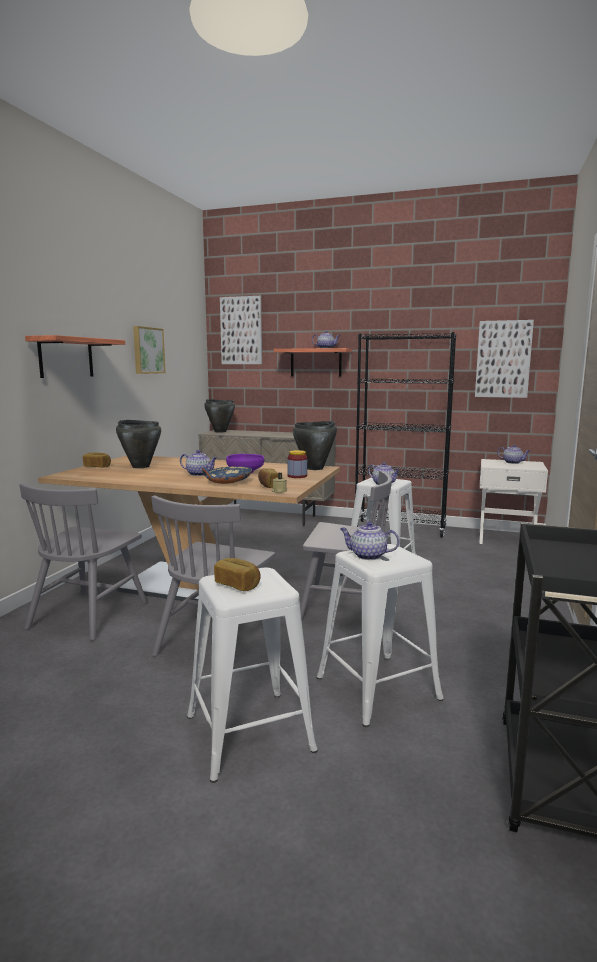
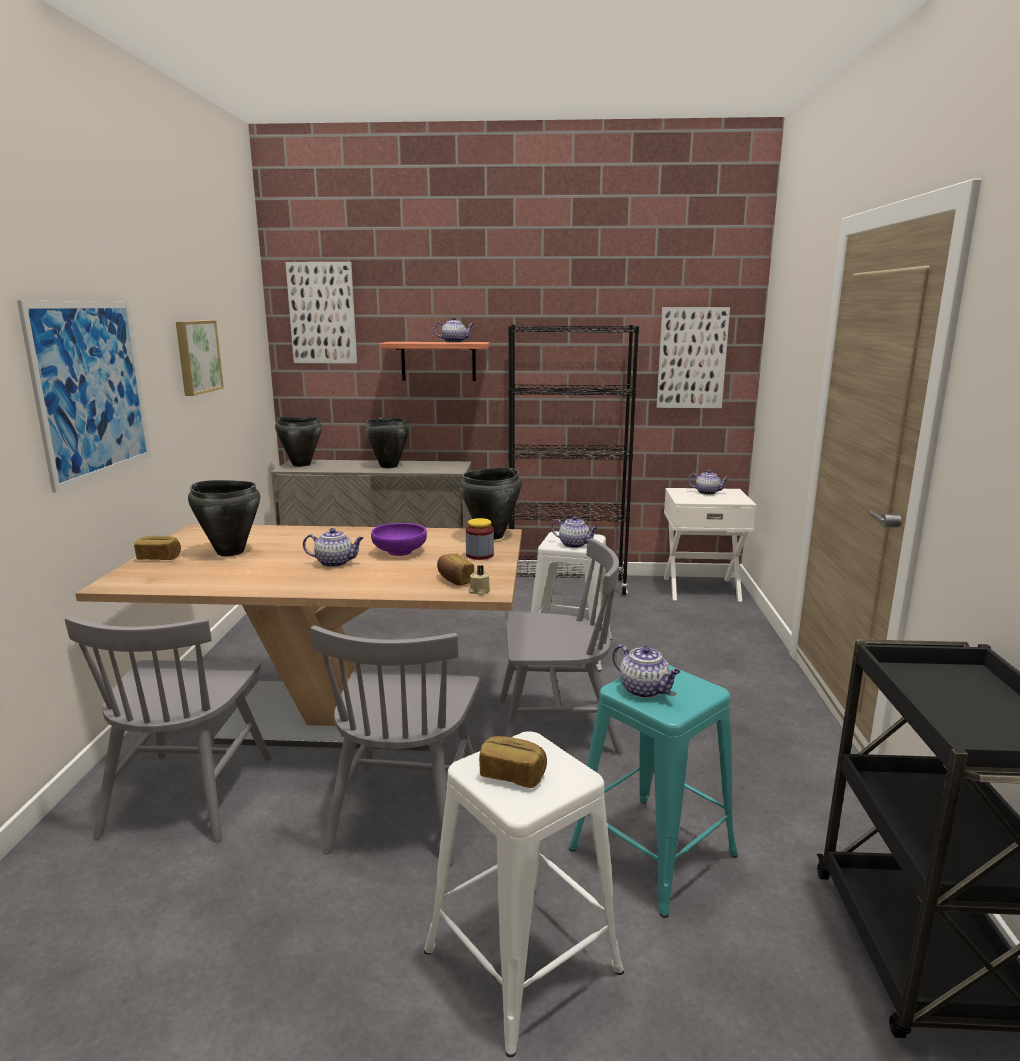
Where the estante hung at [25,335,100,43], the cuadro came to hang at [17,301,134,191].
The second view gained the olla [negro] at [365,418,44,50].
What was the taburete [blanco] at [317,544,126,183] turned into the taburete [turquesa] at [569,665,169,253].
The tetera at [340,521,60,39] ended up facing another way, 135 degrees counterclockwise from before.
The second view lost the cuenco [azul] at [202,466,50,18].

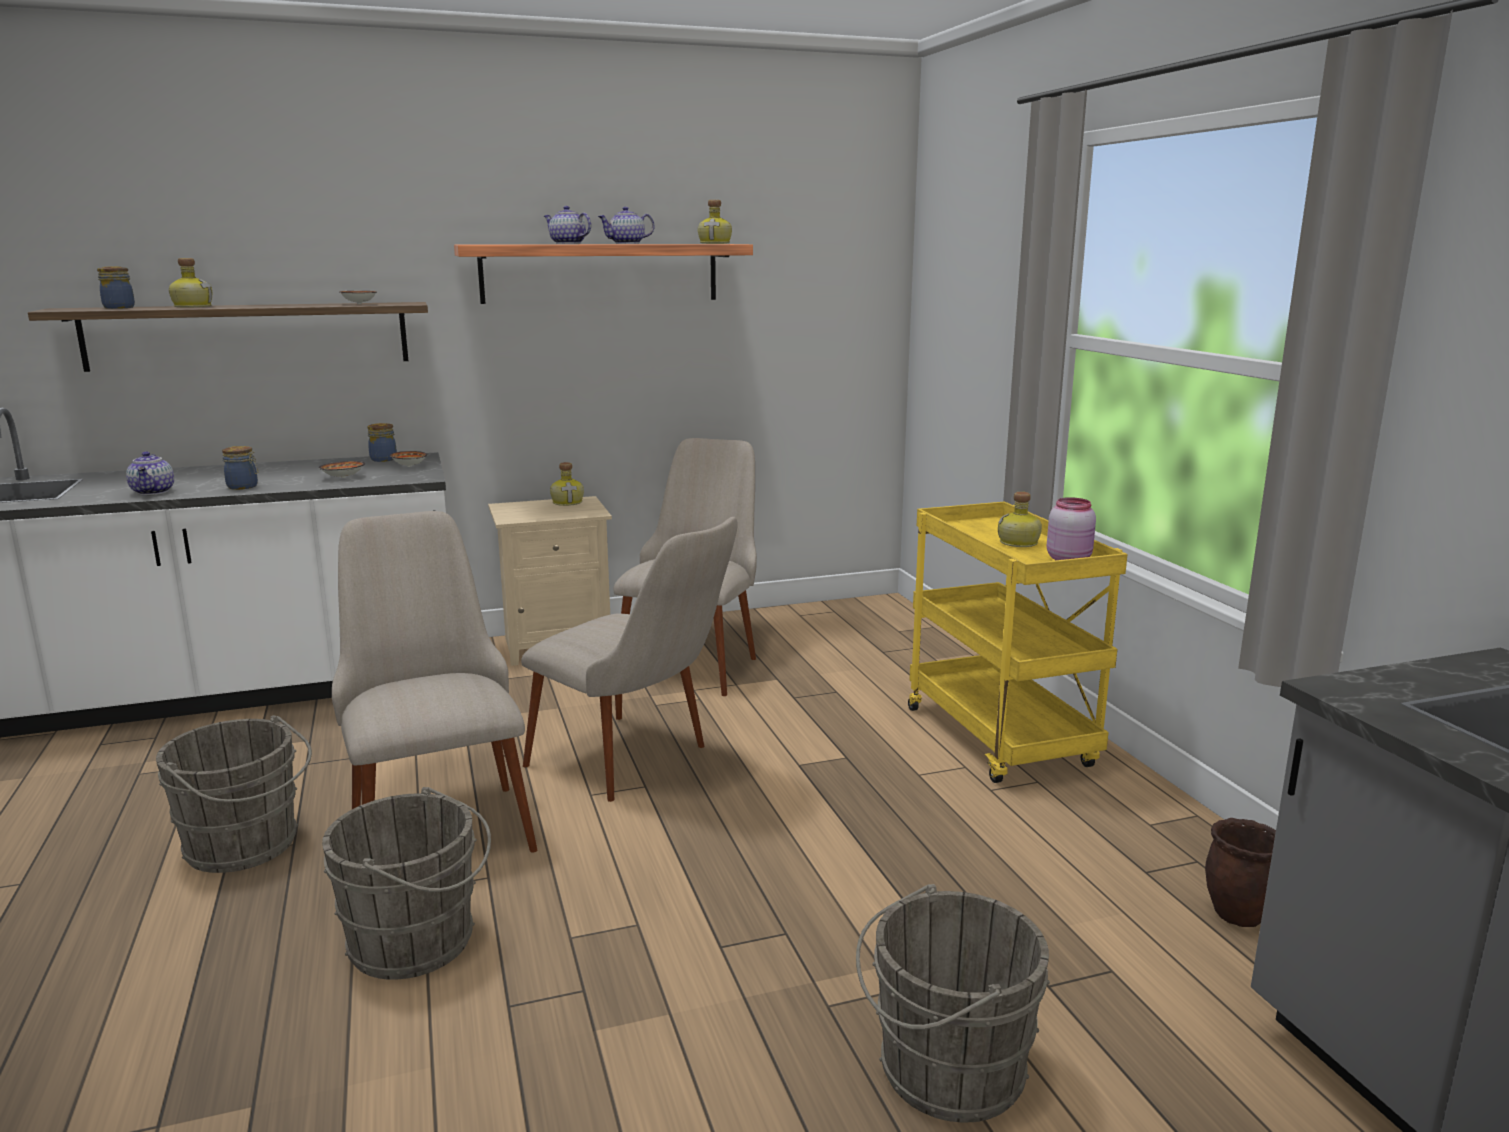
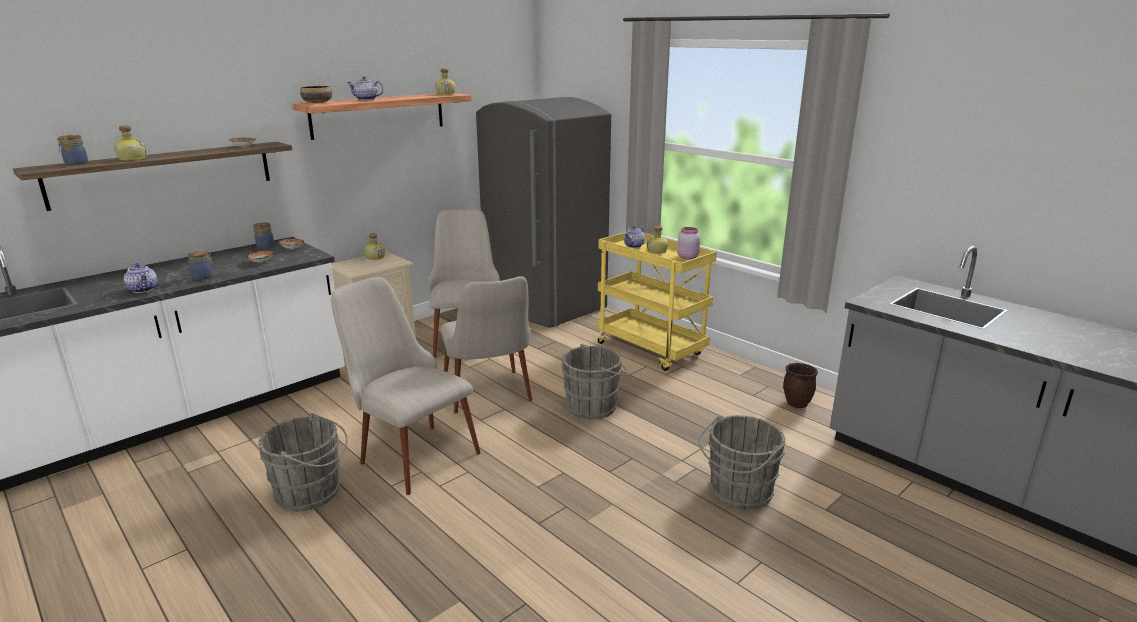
The second view gained the cuenco at [300,86,32,17].
The silla [beis] at [521,517,217,285] ended up facing another way, 60 degrees clockwise from before.
The second view gained the nevera [gris] at [476,97,135,231].
The cubo [gris] ended up elsewhere, having gone from [322,787,169,193] to [562,344,67,76].
The tetera ended up elsewhere, having gone from [597,207,57,37] to [624,226,21,22].

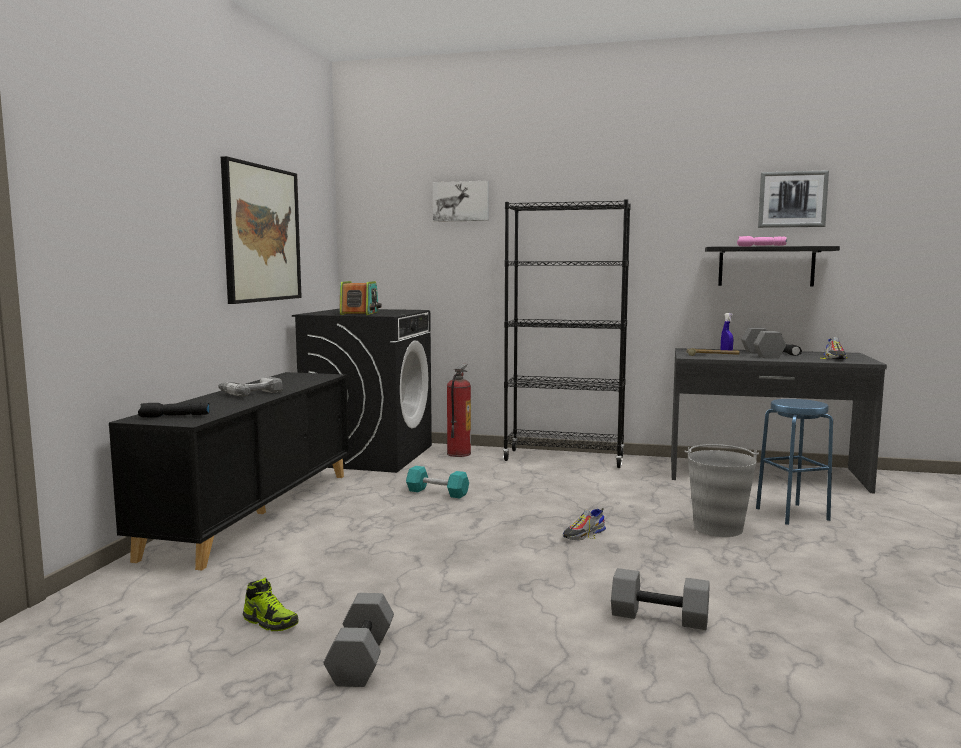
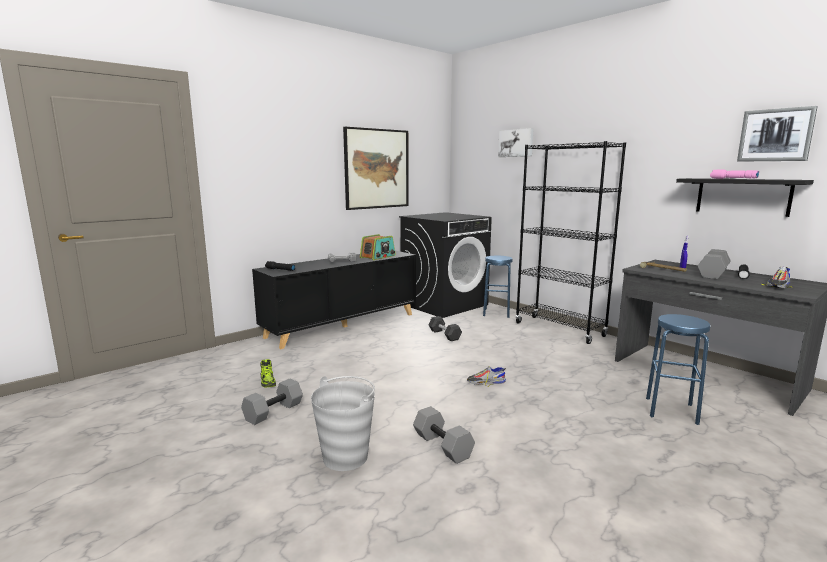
The cubo [gris] ended up elsewhere, having gone from [684,444,75,93] to [311,376,64,95].
The radio ended up elsewhere, having gone from [339,281,43,34] to [360,234,36,26].
What was the mancuerna [turquesa] at [406,466,63,33] turned into the mancuerna [negro] at [428,316,34,25].
Where the extintor stood at [447,364,24,93], the taburete [azul] came to stand at [483,256,30,62].

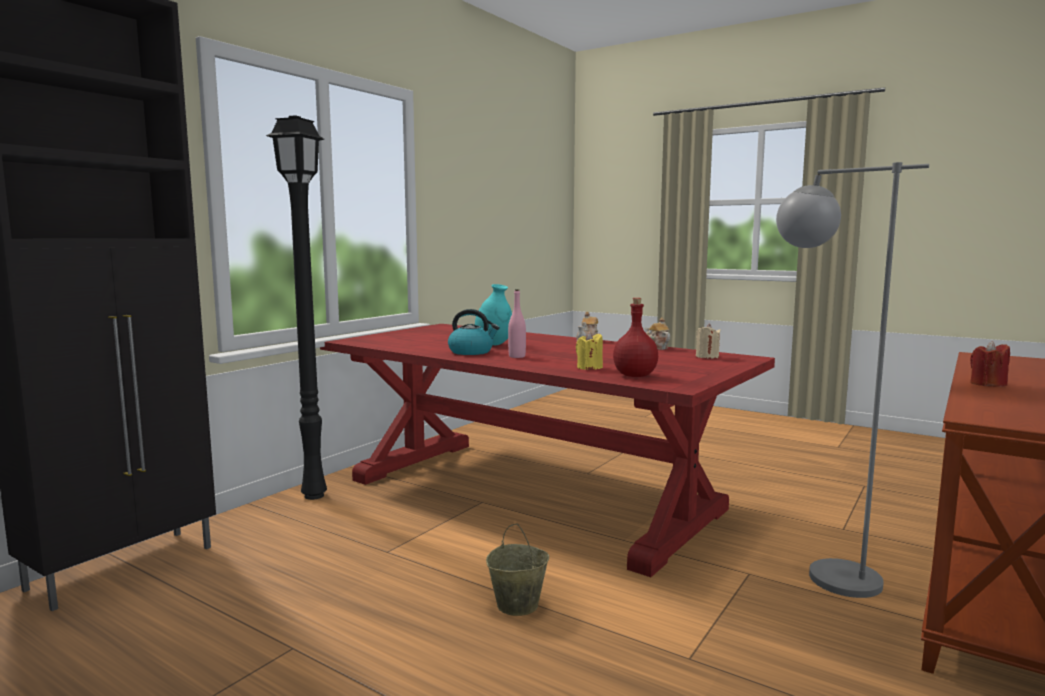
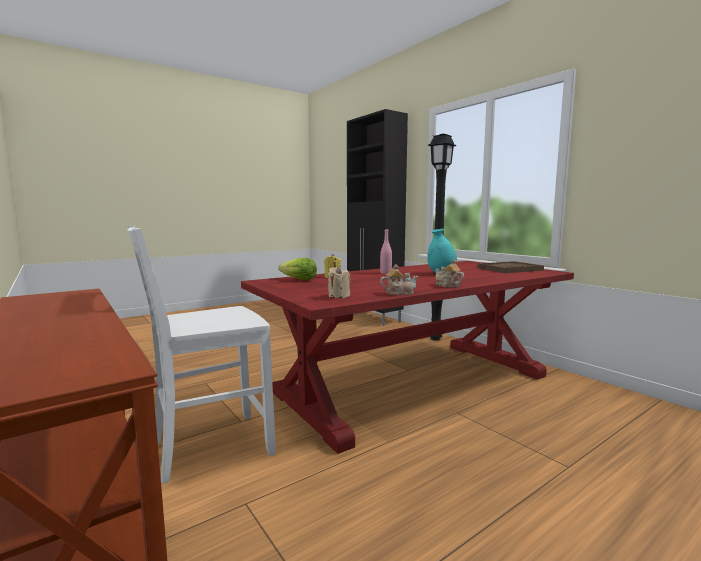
Where the lámpara de pie [gris] stood at [776,162,153,436], the silla [blanco] came to stand at [128,225,148,259].
Where the botella [rojo] stood at [613,298,45,79], the lechuga came to stand at [278,258,39,22].
The second view gained the bandeja [marrón] at [478,261,66,12].
The second view lost the hervidor at [448,309,52,46].
The second view lost the cubo [beis] at [486,524,63,92].
The second view lost the vela [rojo] at [970,341,40,46].

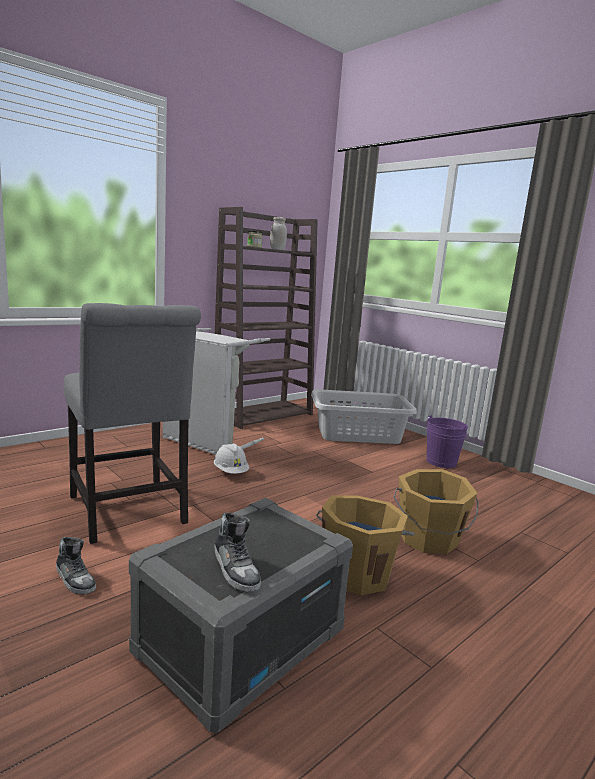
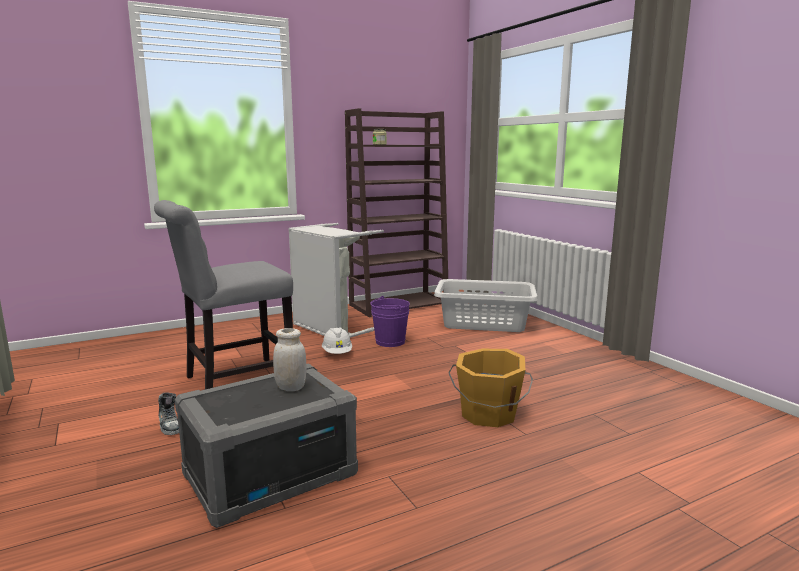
The silla [gris] at [63,303,138,241] ended up facing another way, 75 degrees clockwise from before.
The tarro [blanco] ended up elsewhere, having gone from [270,217,17,33] to [273,328,33,63].
The cubo [morado] ended up elsewhere, having gone from [426,415,42,53] to [370,296,40,51].
The second view lost the zapato at [215,513,46,79].
The second view lost the cubo [naranja] at [316,495,99,100].

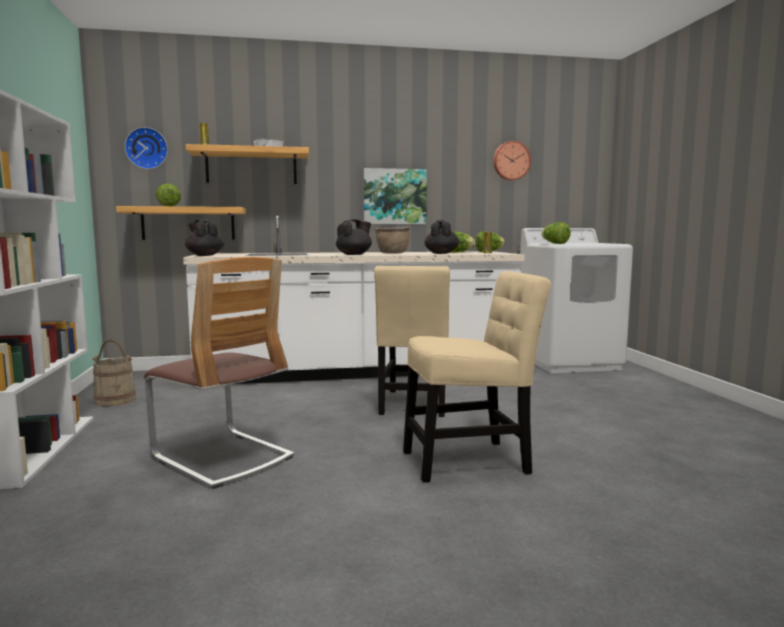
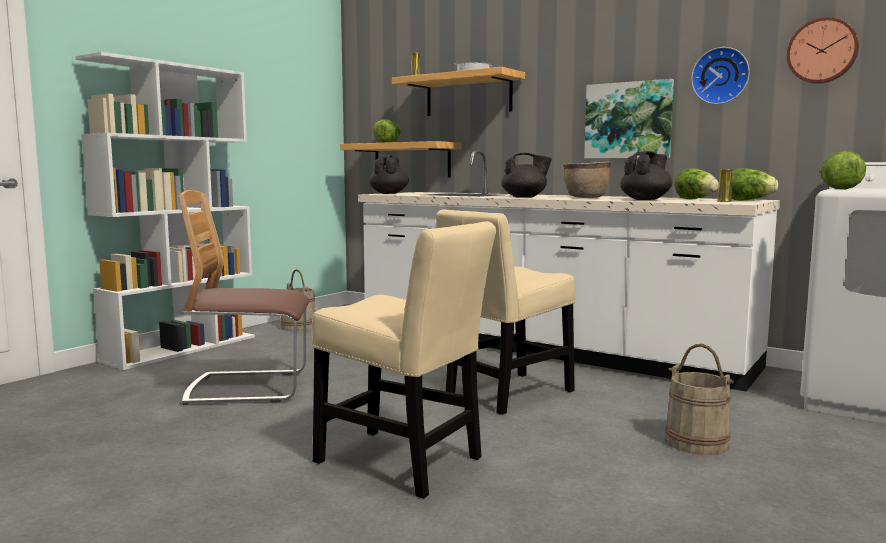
The silla at [144,257,151,232] ended up facing another way, 90 degrees clockwise from before.
The second view gained the cubo [beis] at [665,344,69,111].
The reloj de pared ended up elsewhere, having gone from [125,127,43,42] to [691,47,59,57].

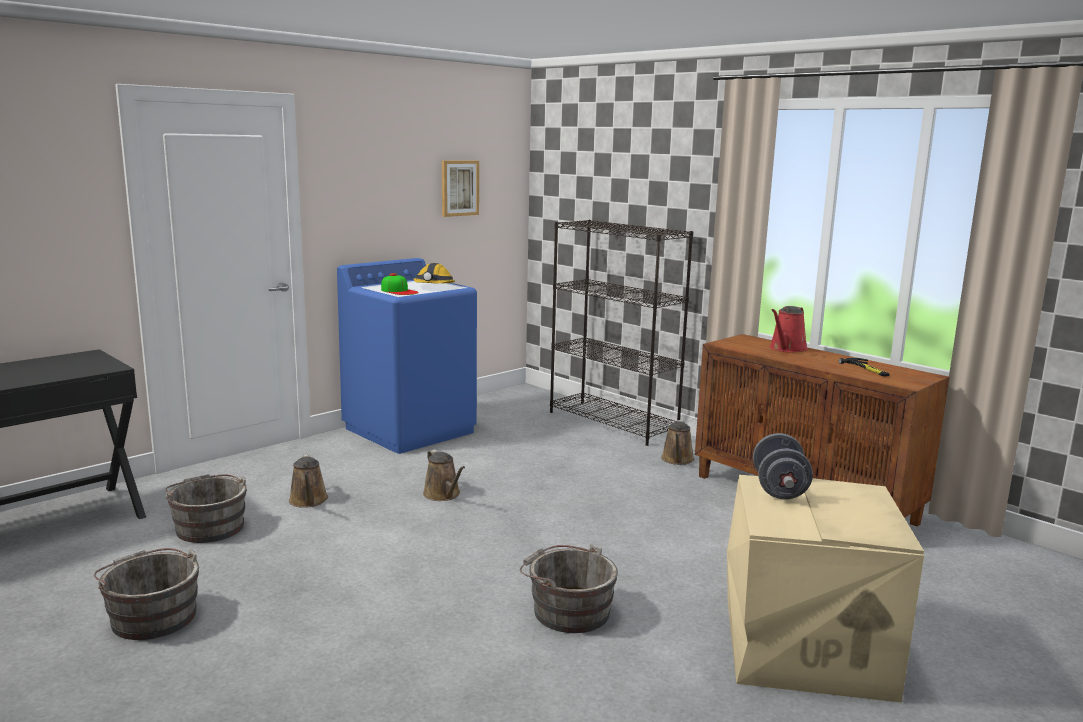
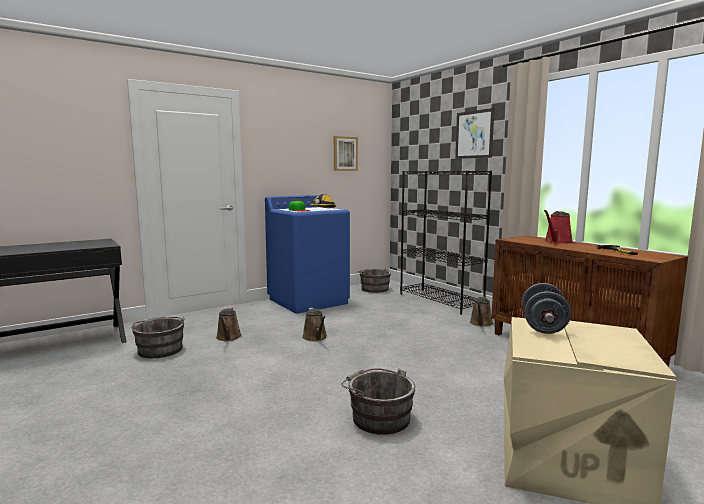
The cubo [gris] ended up elsewhere, having gone from [94,548,105,92] to [357,268,34,25].
The second view gained the cuadro at [455,108,39,51].

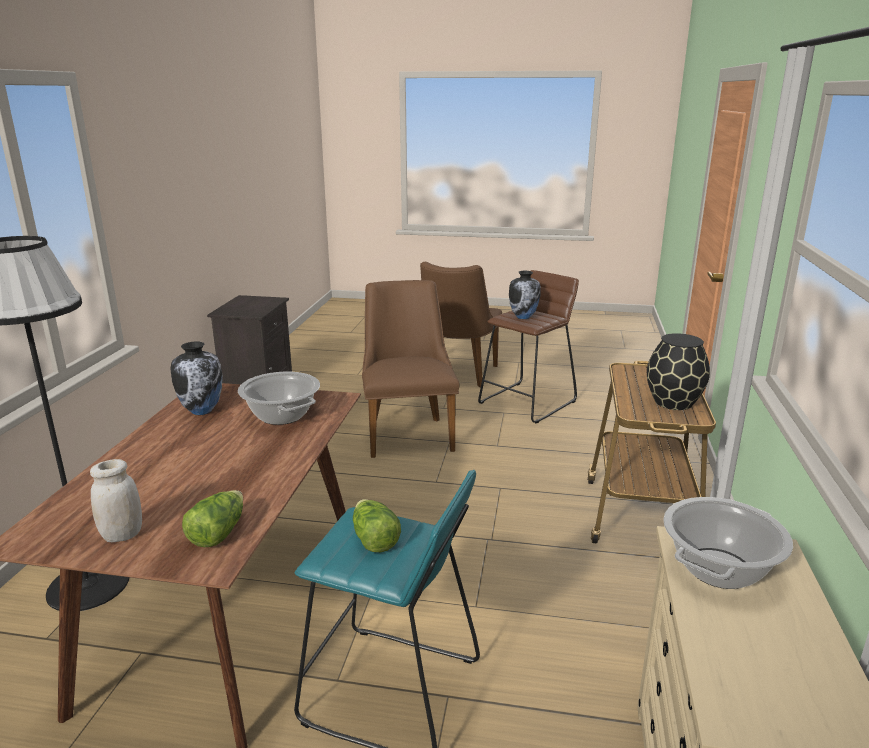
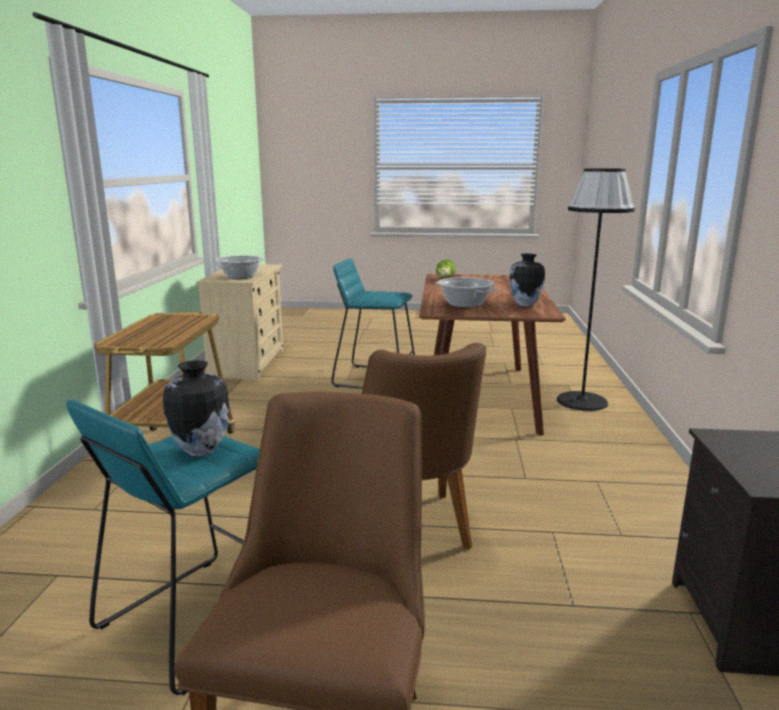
What was the taburete [marrón] at [478,270,101,153] turned into the taburete [turquesa] at [66,399,194,296].
The second view lost the tarro [blanco] at [90,459,52,84].
The second view lost the lechuga at [353,499,48,53].
The second view lost the florero [negro] at [647,333,63,77].

